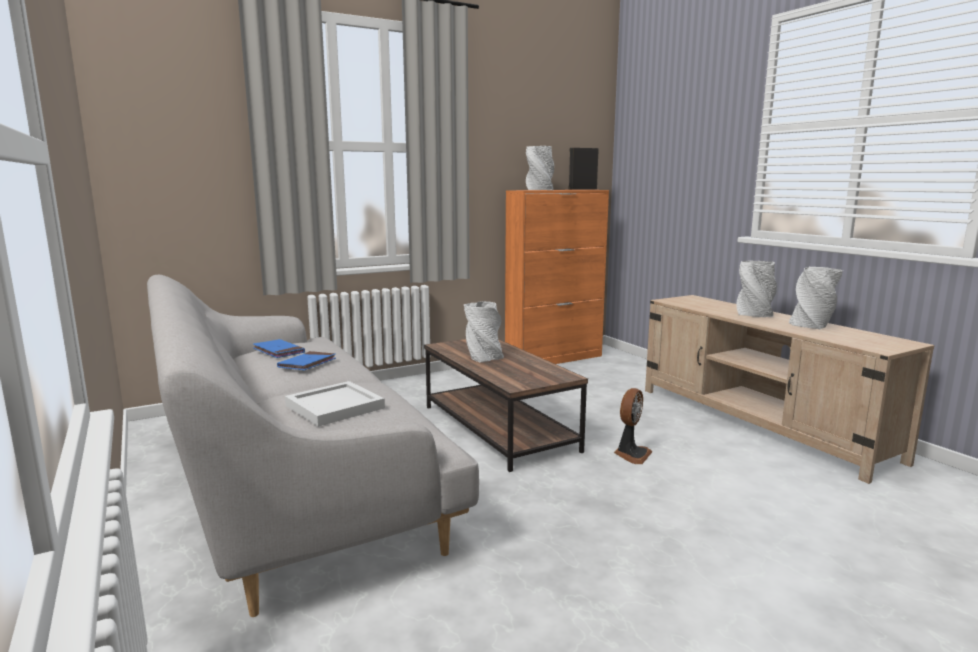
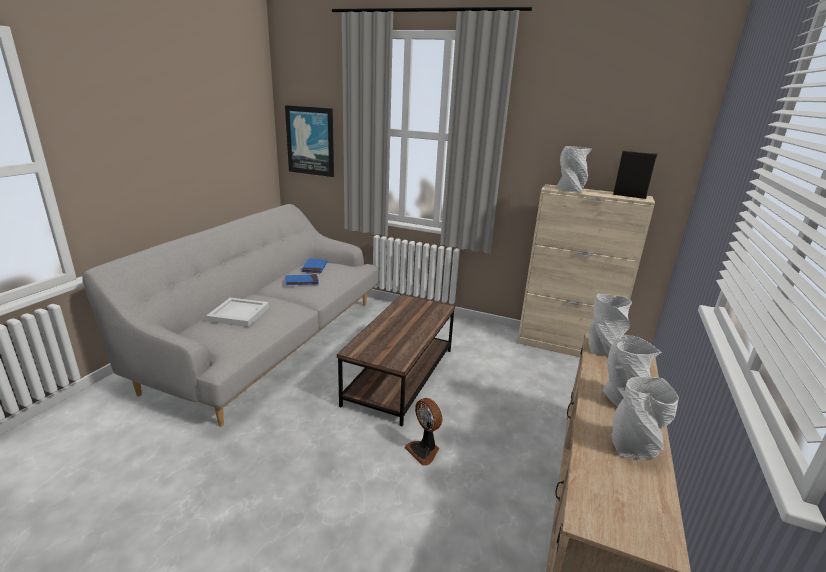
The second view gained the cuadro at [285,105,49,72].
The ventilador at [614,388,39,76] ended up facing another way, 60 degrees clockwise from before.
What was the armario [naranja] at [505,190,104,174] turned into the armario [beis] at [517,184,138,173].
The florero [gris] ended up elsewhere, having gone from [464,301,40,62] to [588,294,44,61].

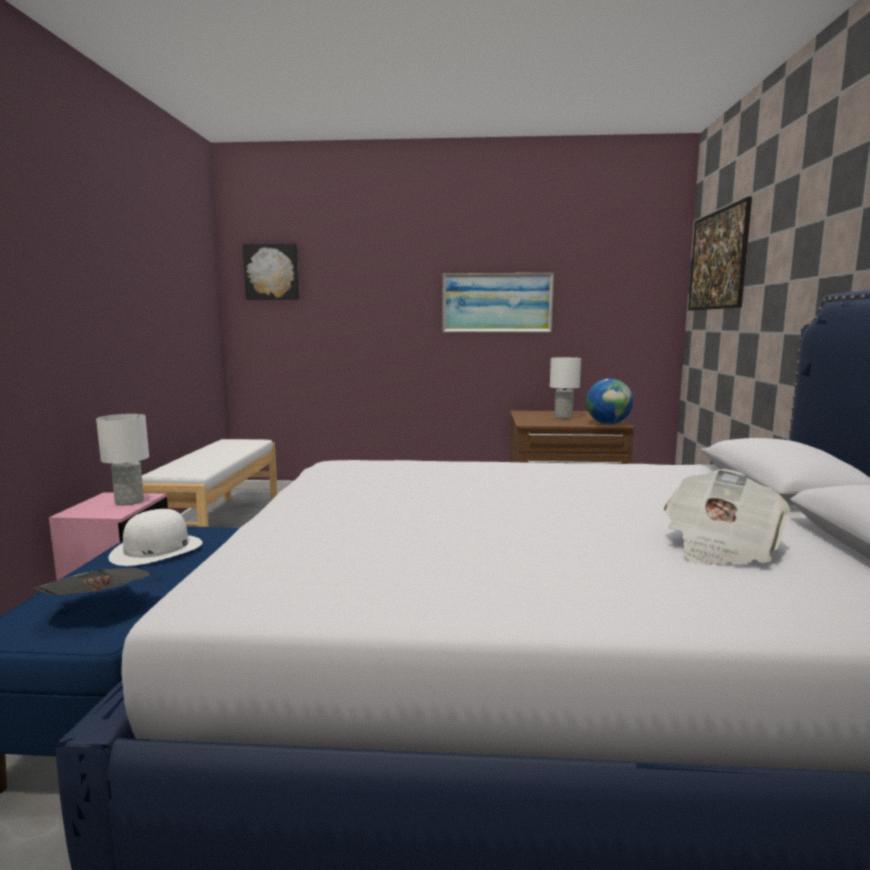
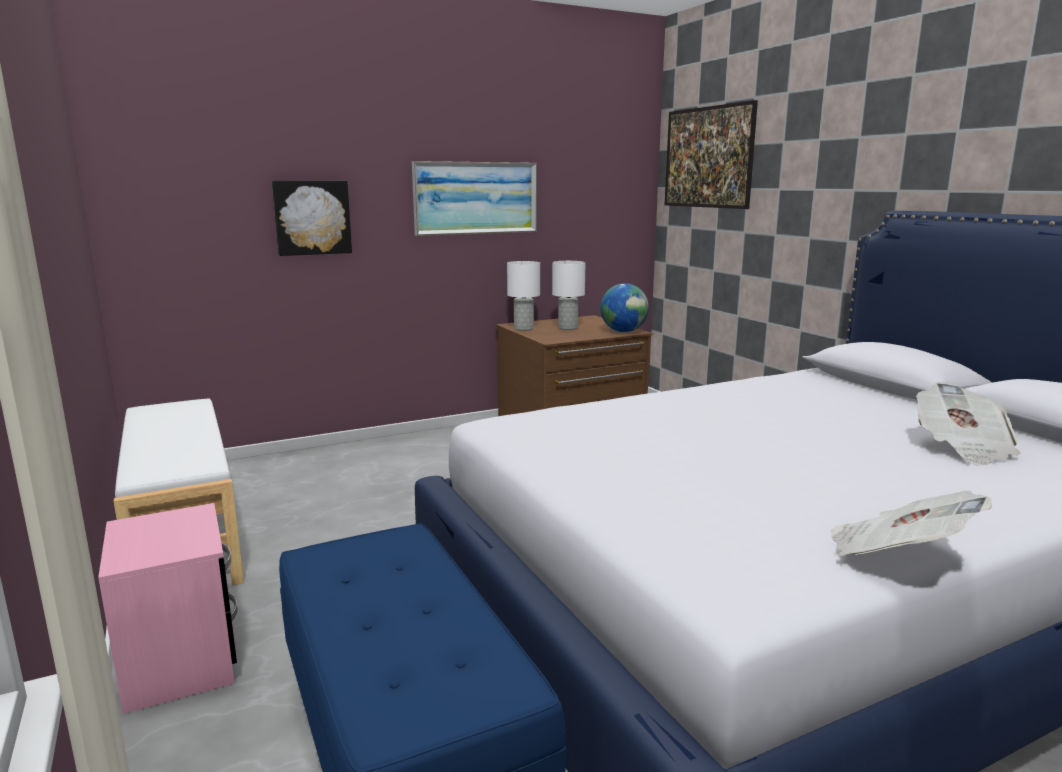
The cuadro ended up elsewhere, having gone from [243,243,57,57] to [272,181,80,75].
The lámpara de mesa [blanco] ended up elsewhere, having gone from [96,414,53,91] to [507,261,33,70].
The periódico ended up elsewhere, having gone from [32,568,120,27] to [831,491,161,65].
The second view lost the sombrero [blanco] at [108,509,95,57].

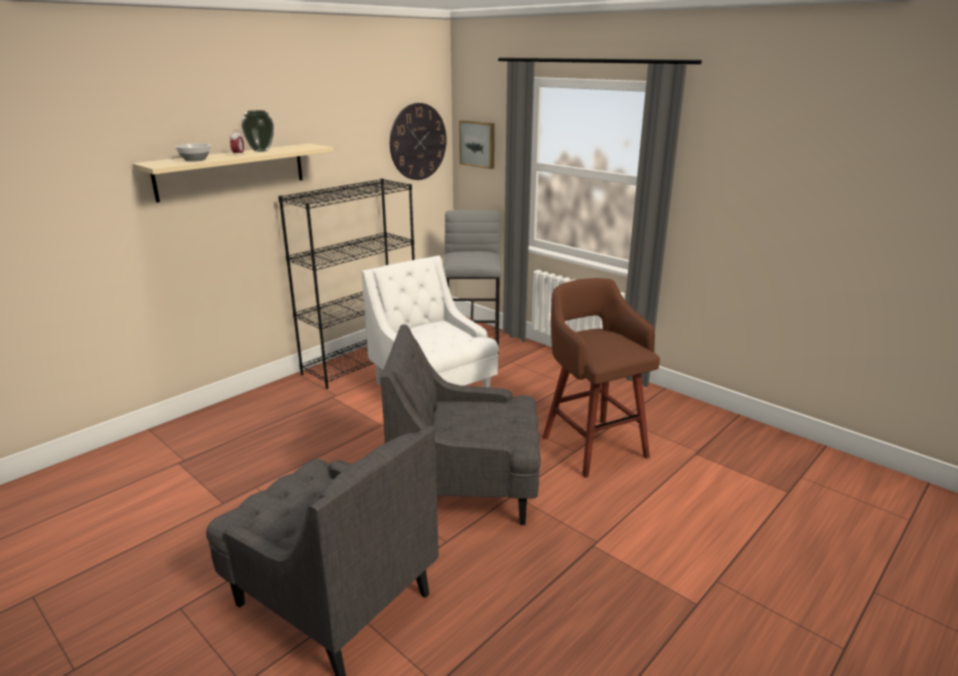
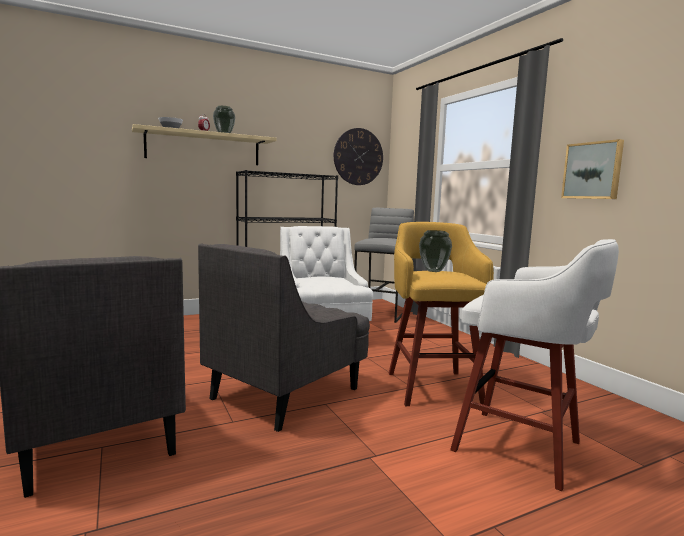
The sillón [gris] at [381,324,160,201] ended up facing another way, 75 degrees counterclockwise from before.
What was the taburete [marrón] at [543,278,117,200] turned into the taburete [amarillo] at [389,222,105,184].
The second view gained the florero at [419,230,33,42].
The second view gained the taburete [blanco] at [450,239,169,252].
The cuadro ended up elsewhere, having gone from [459,120,36,49] to [561,139,63,60].

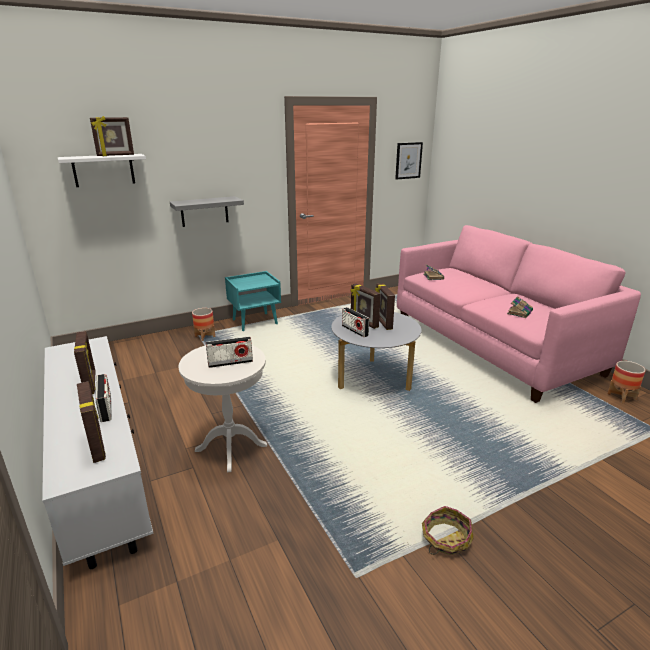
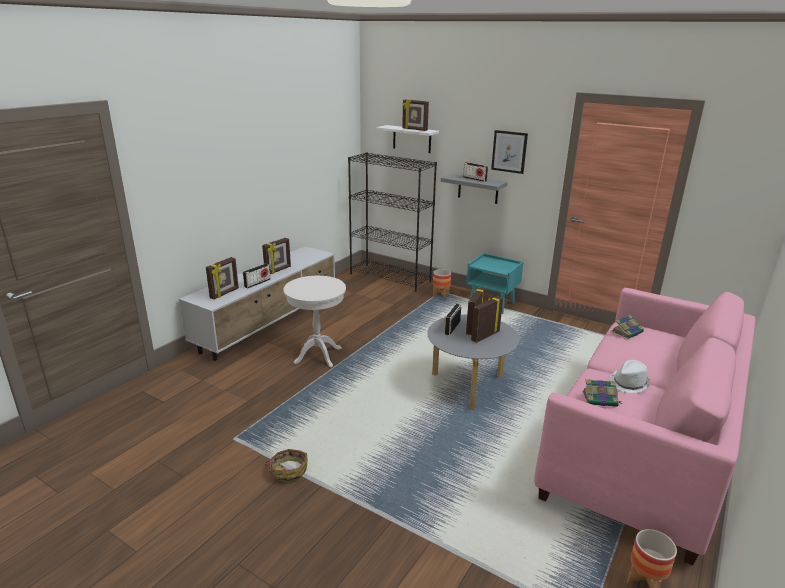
The second view gained the estantería [negro] at [348,152,89,140].
The radio ended up elsewhere, having gone from [206,336,47,32] to [463,162,25,20].
The cuadro ended up elsewhere, having gone from [395,142,28,38] to [491,130,37,44].
The second view gained the sombrero [blanco] at [610,360,40,33].

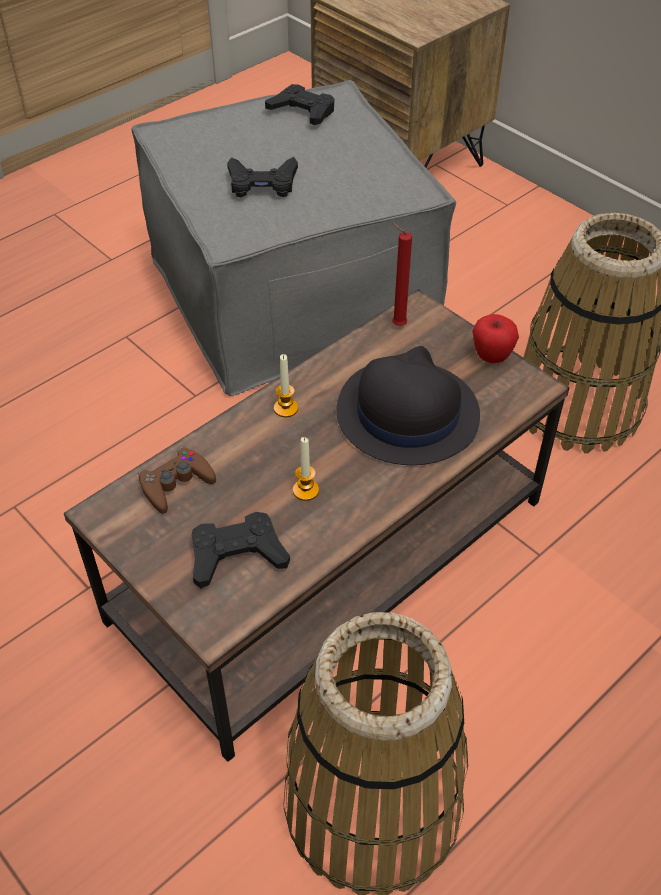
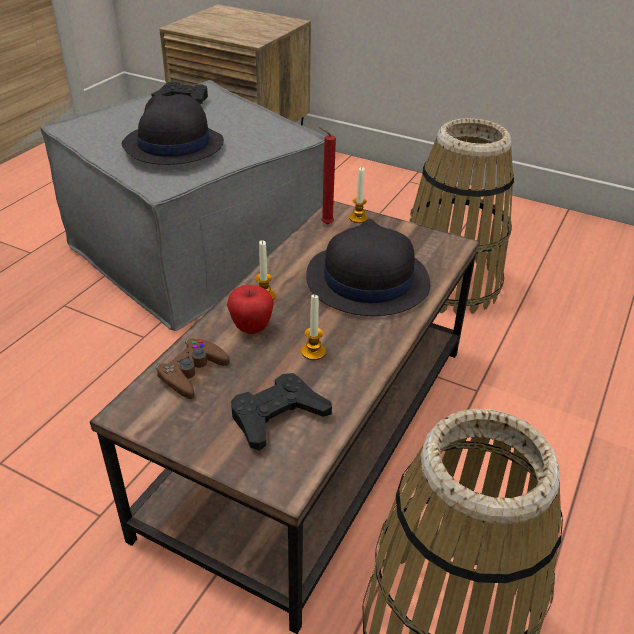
Where the mando de consola [negro] stood at [227,157,71,40], the sombrero [negro] came to stand at [122,94,102,71].
The manzana ended up elsewhere, having gone from [472,314,47,49] to [227,285,47,49].
The second view gained the vela at [349,167,19,56].

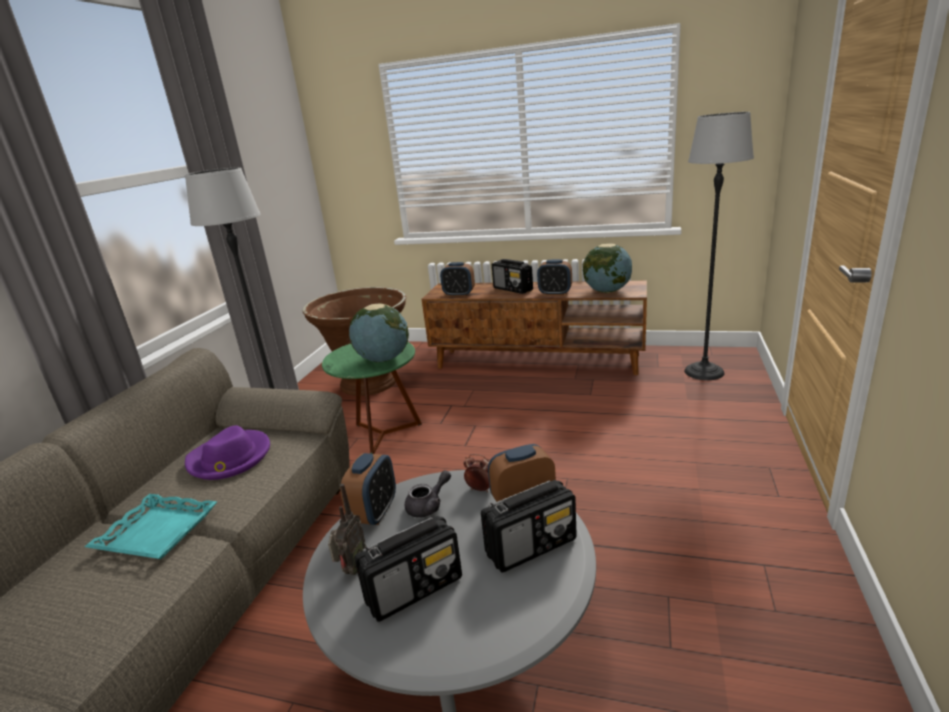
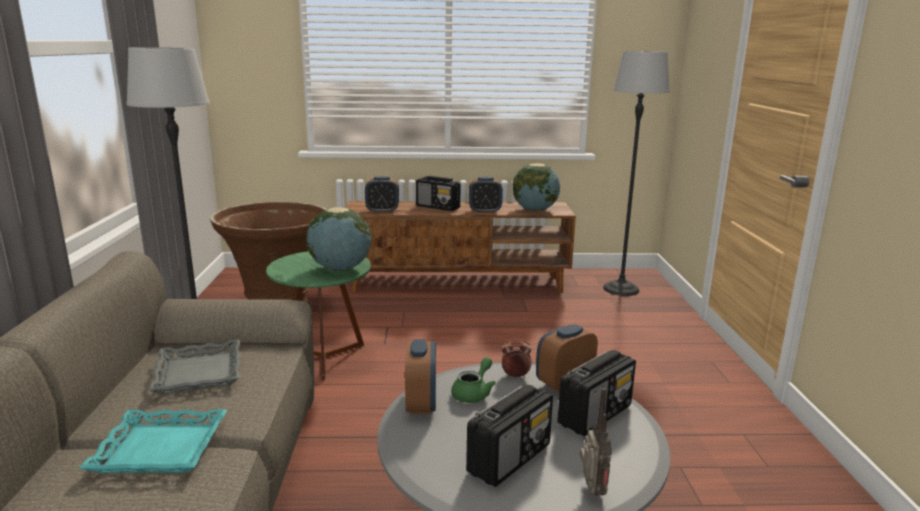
Where the sombrero [morado] stood at [185,425,85,55], the bandeja [gris] came to stand at [148,339,92,55].
What was the tetera [gris] at [405,470,46,48] turned into the tetera [verde] at [451,357,45,46].
The radio ended up elsewhere, having gone from [328,484,38,91] to [580,388,32,107].

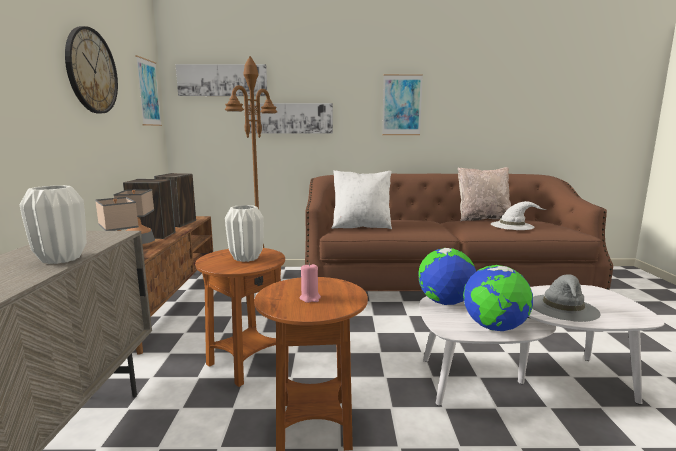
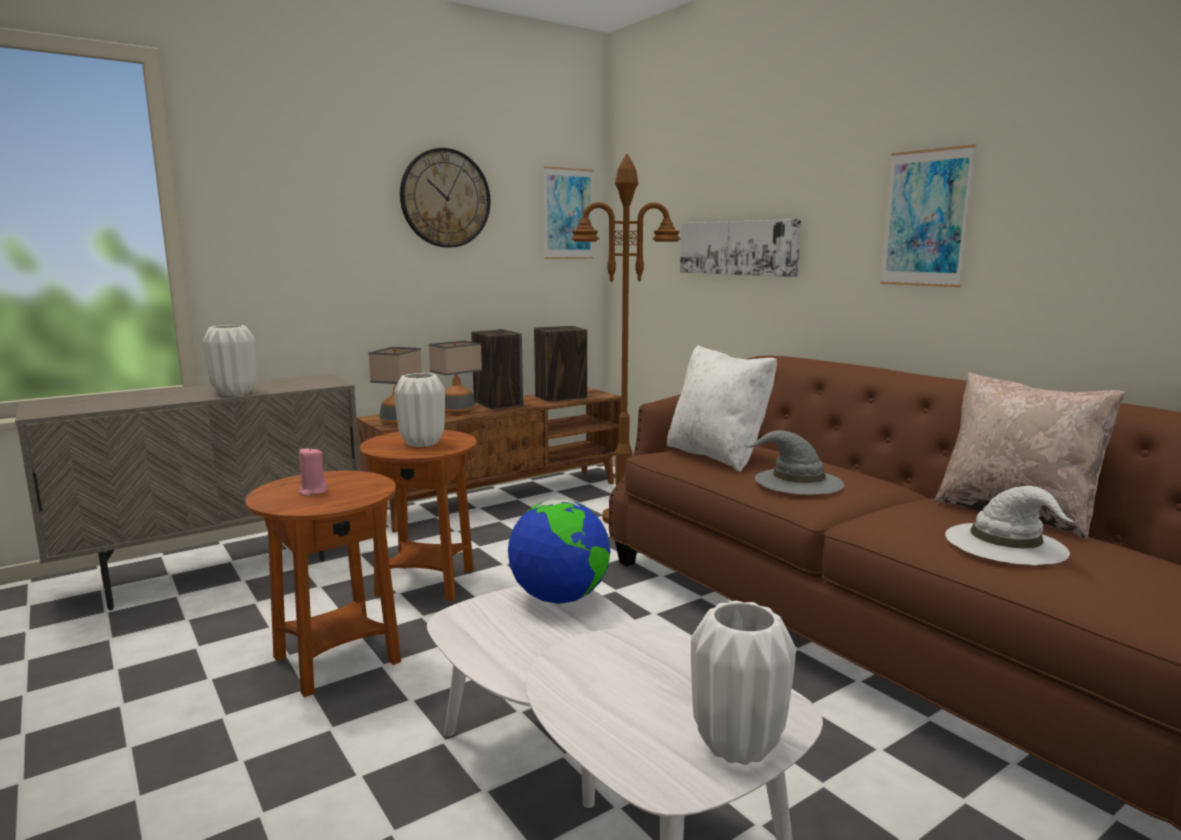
The second view gained the florero [blanco] at [691,601,105,164].
The sombrero [gris] ended up elsewhere, having gone from [532,274,69,48] to [743,430,101,65].
The second view lost the cuadro at [176,64,92,32].
The second view lost the globo terráqueo at [463,265,70,66].

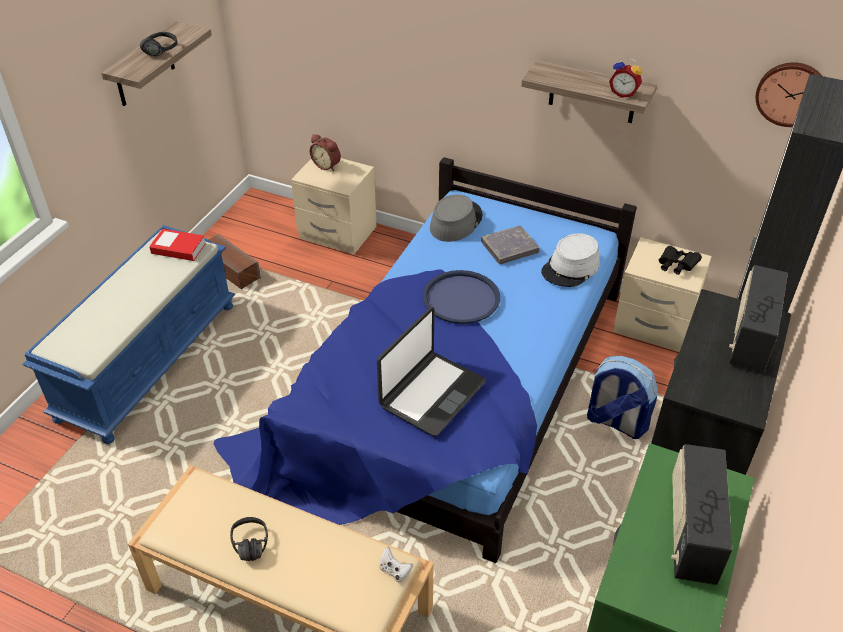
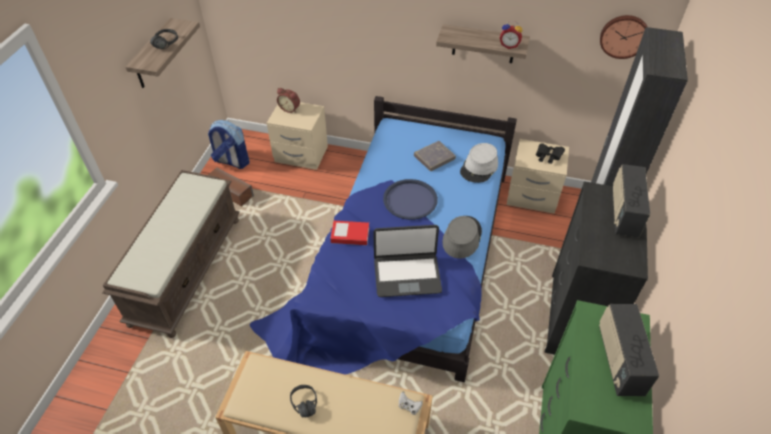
What was the banco [azul] at [22,225,213,219] turned into the banco [marrón] at [102,170,138,168].
The mochila ended up elsewhere, having gone from [587,356,71,83] to [208,120,42,49].
The libro ended up elsewhere, having gone from [149,229,57,32] to [330,221,39,24].
The portátil at [377,307,109,130] ended up facing another way, 60 degrees clockwise from before.
The sombrero [gris] ended up elsewhere, having gone from [430,194,53,48] to [442,216,40,43].

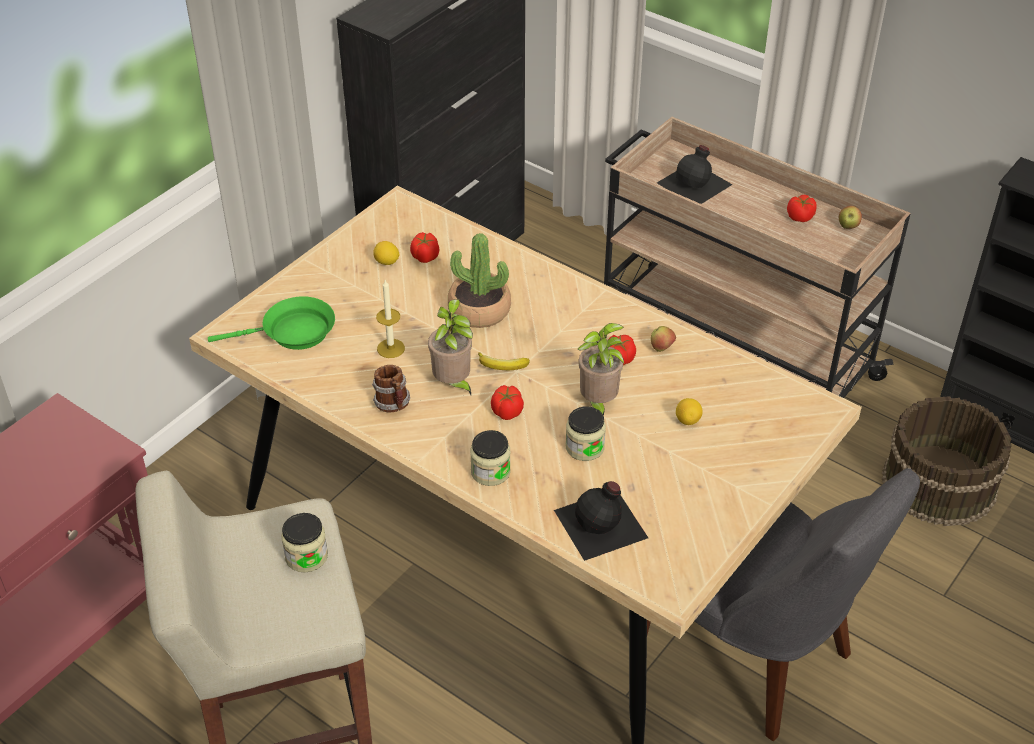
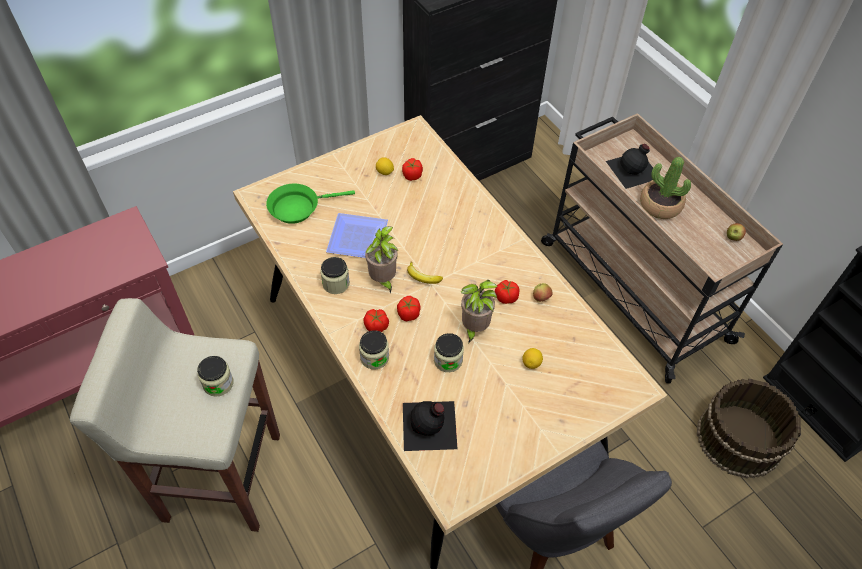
The sartén [verde] at [208,296,127,54] ended up facing another way, 150 degrees clockwise from before.
Where the taza grande stood at [372,365,38,47], the tarro came to stand at [320,257,30,37].
Where the vela stood at [376,280,29,78], the plato came to stand at [326,213,62,45].
The tomate ended up elsewhere, having gone from [787,195,30,27] to [363,309,26,23].
The planta en maceta ended up elsewhere, having gone from [448,233,63,95] to [640,157,51,62].

